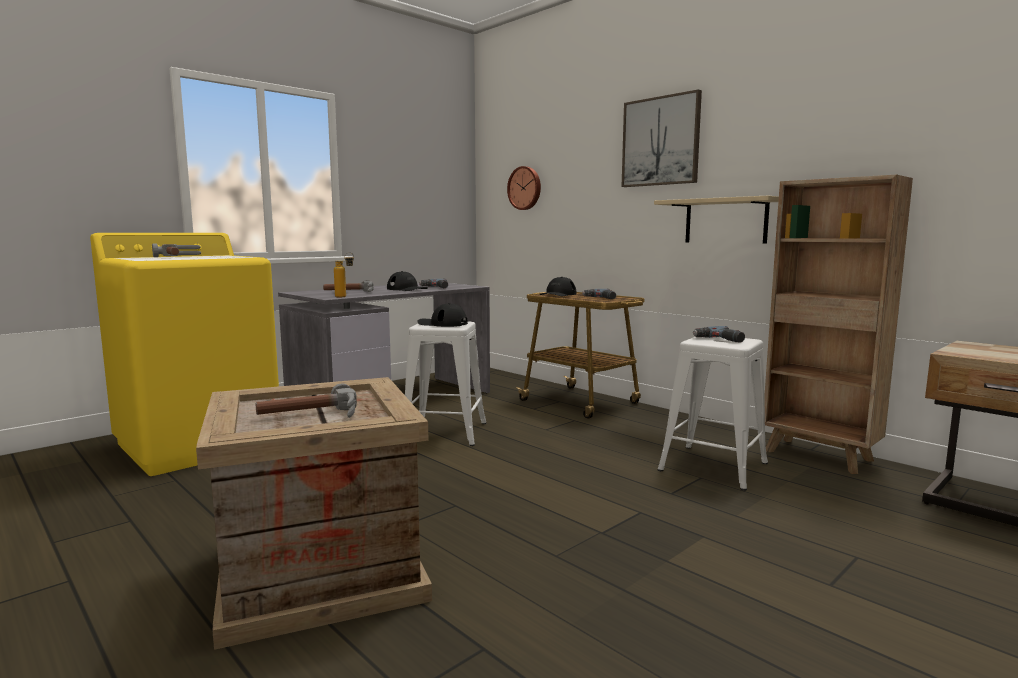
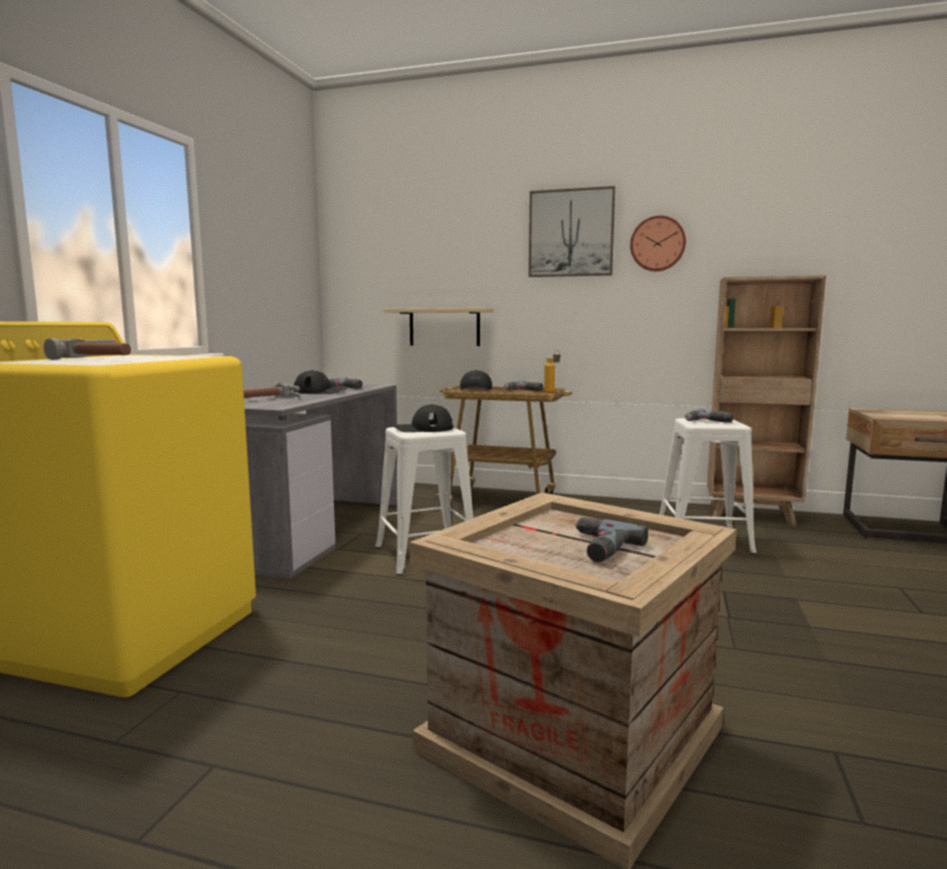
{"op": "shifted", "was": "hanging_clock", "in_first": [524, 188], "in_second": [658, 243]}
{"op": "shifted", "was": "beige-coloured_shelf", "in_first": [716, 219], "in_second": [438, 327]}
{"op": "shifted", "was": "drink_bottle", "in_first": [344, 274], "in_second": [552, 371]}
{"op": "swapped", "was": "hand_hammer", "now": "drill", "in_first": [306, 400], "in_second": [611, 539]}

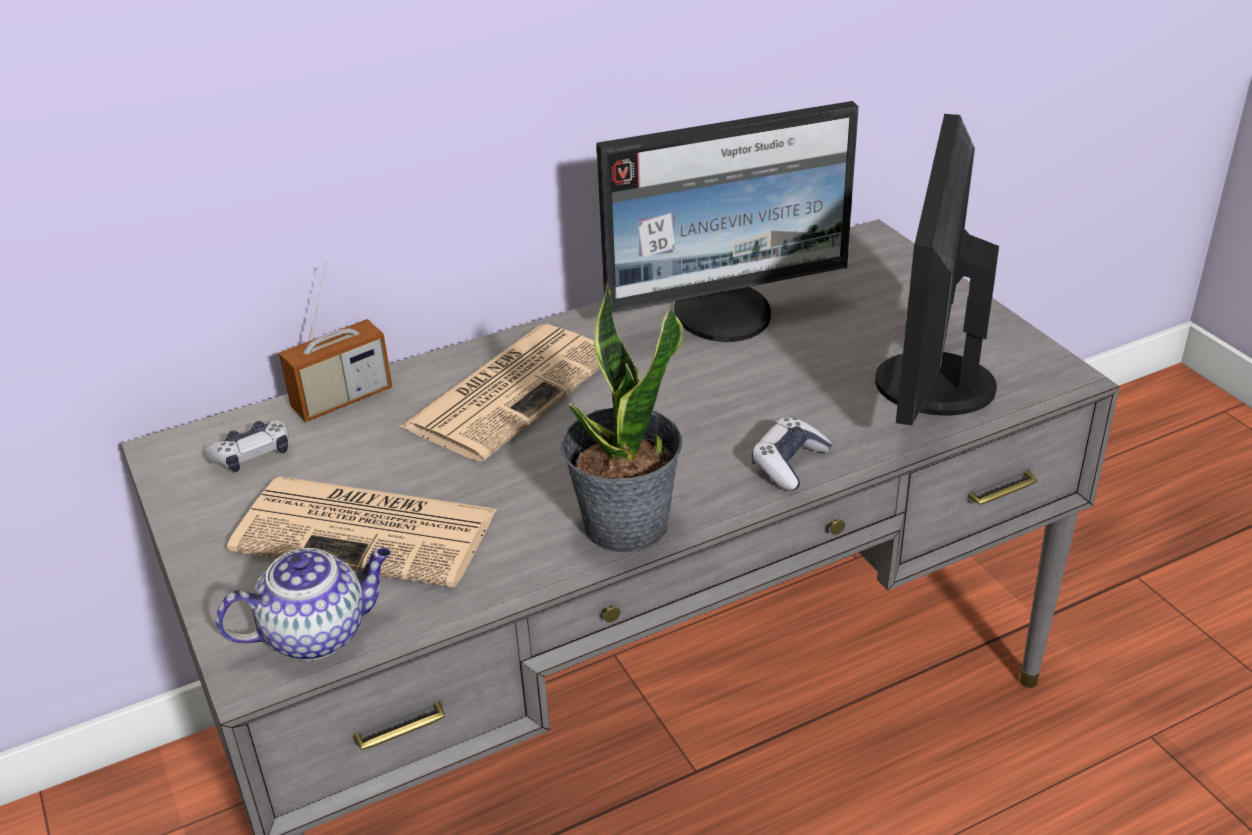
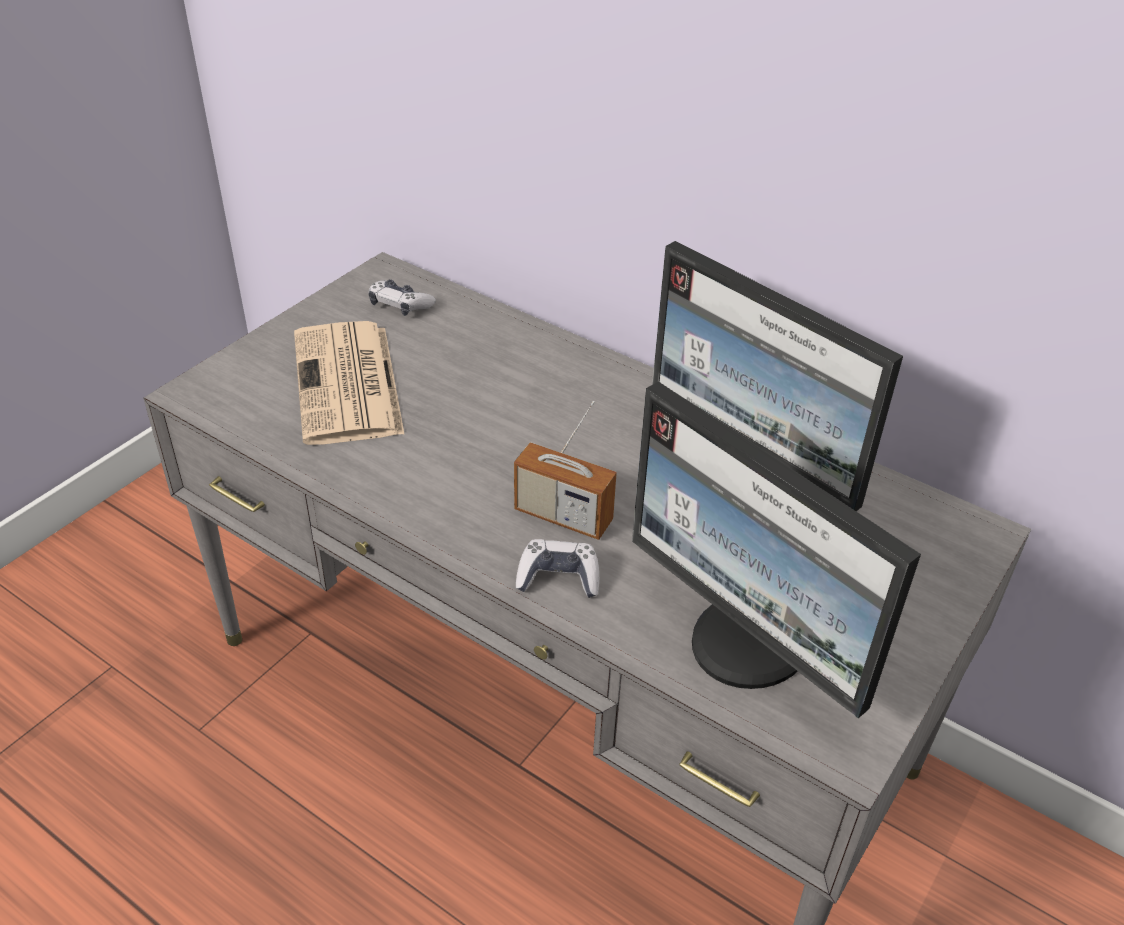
{"op": "rotated", "was": "computer_screen", "in_first": [937, 269], "in_second": [776, 549], "clockwise": -120}
{"op": "shifted", "was": "radio_set", "in_first": [335, 342], "in_second": [565, 470]}
{"op": "gone", "was": "plant_in_a_pot", "in_first": [622, 417]}
{"op": "gone", "was": "printed_paper", "in_first": [499, 393]}
{"op": "gone", "was": "teapot", "in_first": [303, 604]}

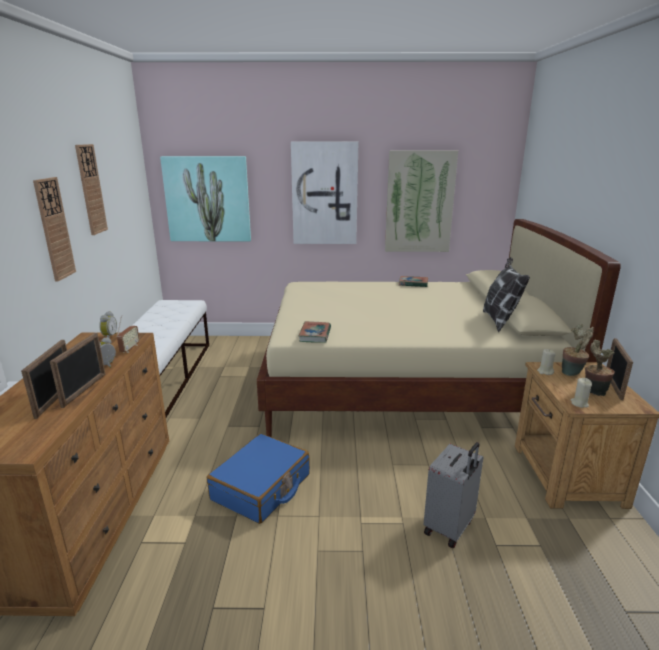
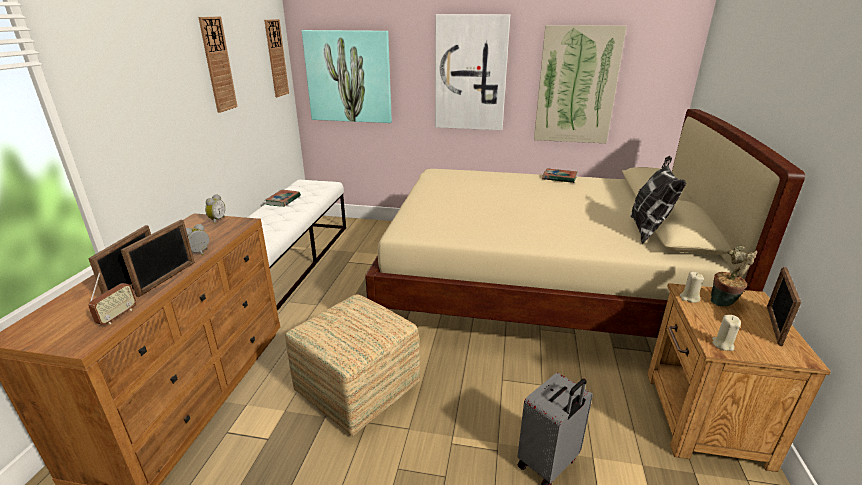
{"op": "shifted", "was": "hanging_clock", "in_first": [54, 229], "in_second": [276, 58]}
{"op": "shifted", "was": "radio_set", "in_first": [128, 334], "in_second": [112, 299]}
{"op": "shifted", "was": "volume", "in_first": [315, 332], "in_second": [283, 198]}
{"op": "gone", "was": "plant_in_a_pot", "in_first": [600, 368]}
{"op": "swapped", "was": "blue-coloured_piece_of_luggage", "now": "pouffe", "in_first": [258, 479], "in_second": [352, 365]}

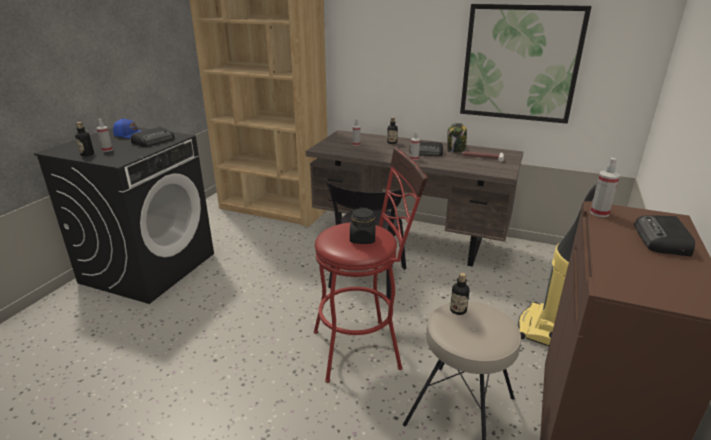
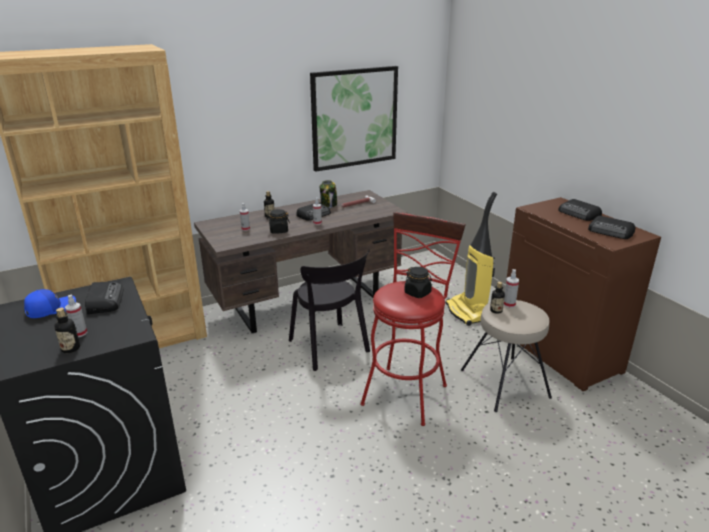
{"op": "shifted", "was": "spray_bottle", "in_first": [605, 187], "in_second": [511, 288]}
{"op": "new", "now": "black-coloured_jar", "in_second": [278, 221]}
{"op": "new", "now": "radio_set", "in_second": [611, 227]}

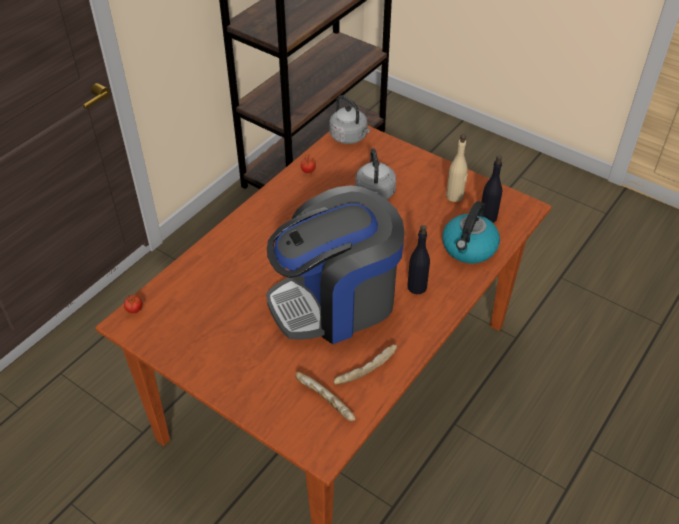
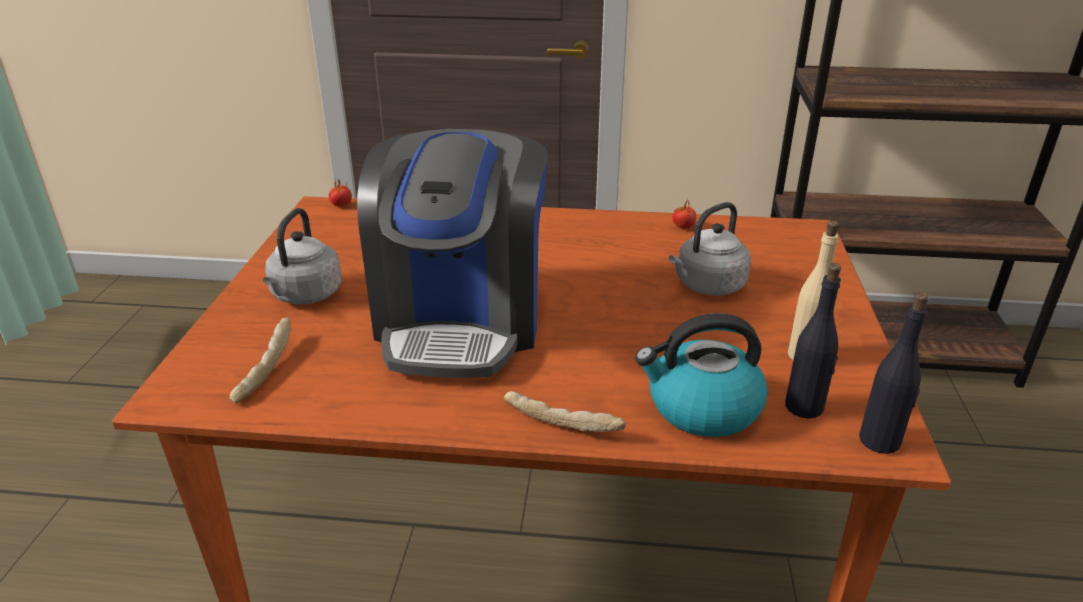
{"op": "shifted", "was": "gray_kettle", "in_first": [350, 119], "in_second": [302, 256]}
{"op": "rotated", "was": "coffee_brewer", "in_first": [335, 264], "in_second": [452, 253], "clockwise": -120}
{"op": "shifted", "was": "black-coloured_drink_bottle", "in_first": [418, 259], "in_second": [894, 373]}
{"op": "shifted", "was": "bakery_bread", "in_first": [365, 364], "in_second": [565, 411]}

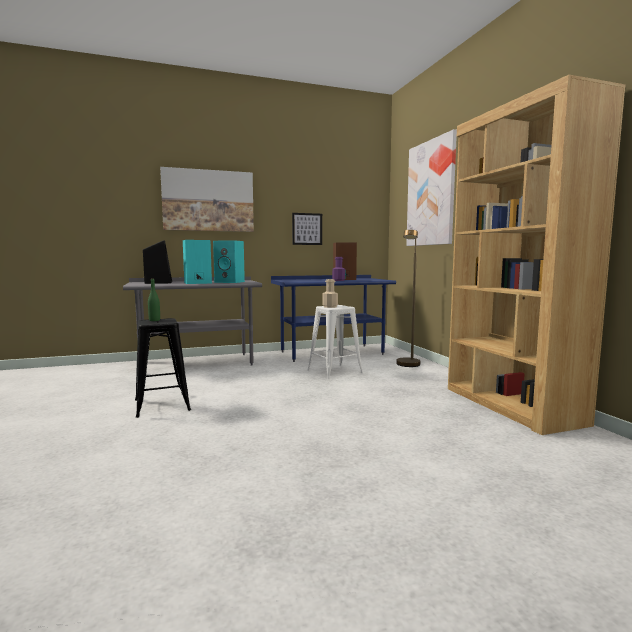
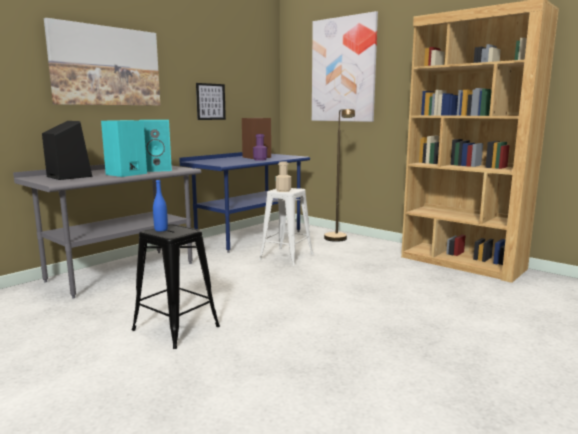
{"op": "repainted", "was": "green-coloured_drink_bottle", "now": "blue-coloured_drink_bottle", "in_first": [154, 299], "in_second": [160, 205]}

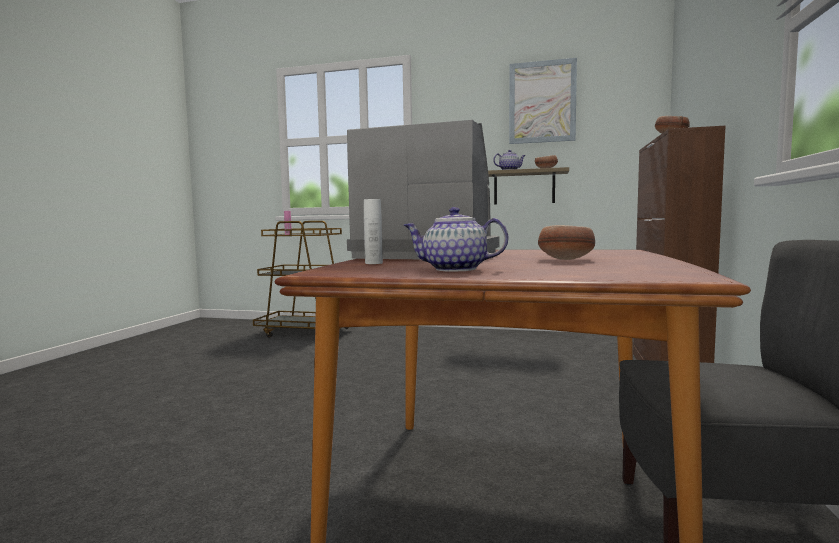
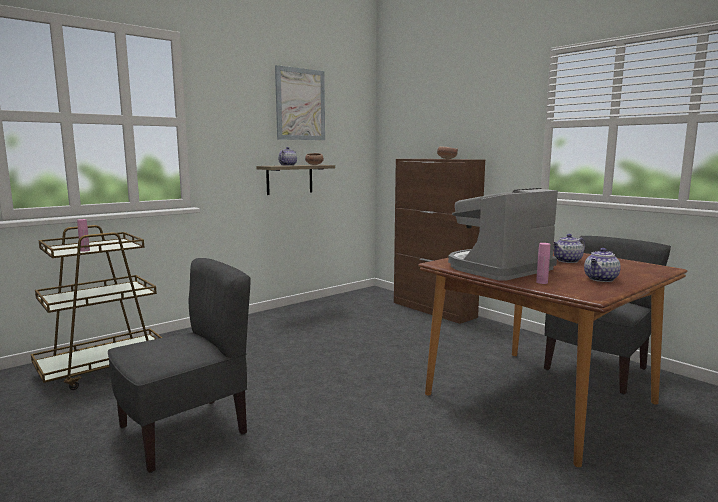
{"op": "repainted", "was": "whitish_drink_bottle", "now": "pink-coloured_drink_bottle", "in_first": [373, 231], "in_second": [543, 263]}
{"op": "swapped", "was": "bowl", "now": "teapot", "in_first": [566, 242], "in_second": [569, 248]}
{"op": "new", "now": "gray_plain_chair", "in_second": [179, 365]}

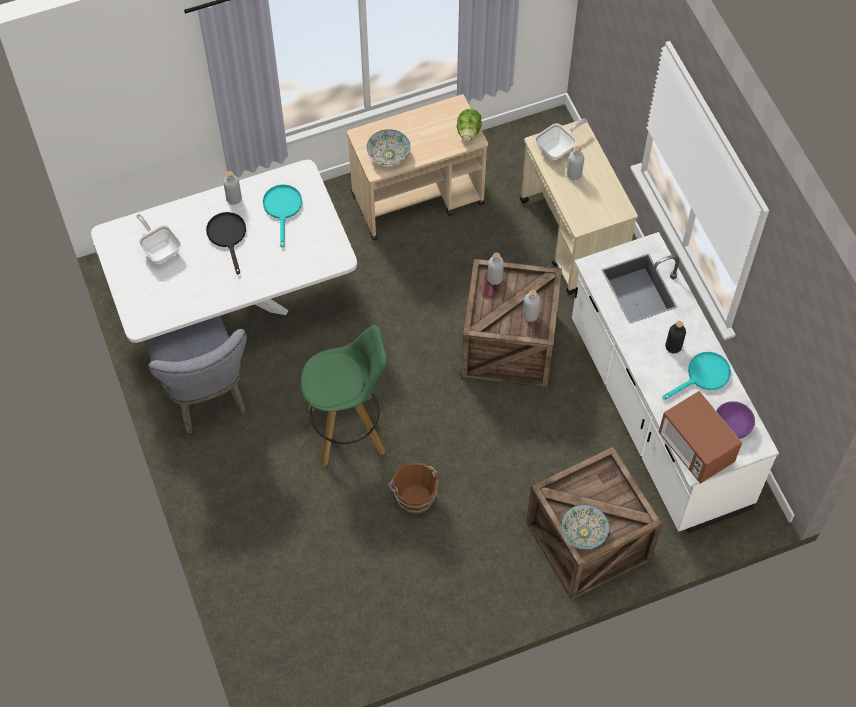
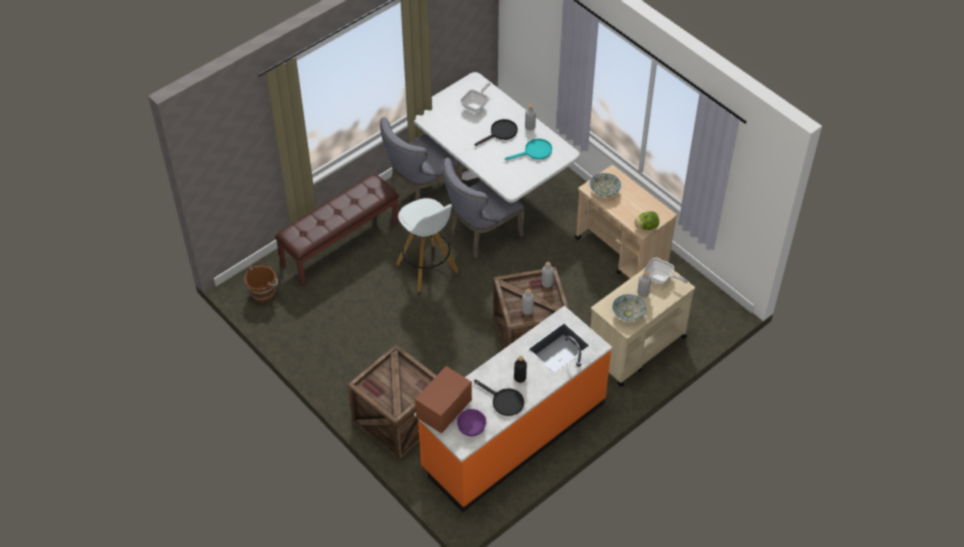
{"op": "repainted", "was": "whitish_kitchen_counter", "now": "orange_kitchen_counter", "in_first": [675, 382], "in_second": [513, 409]}
{"op": "repainted", "was": "green-coloured_stool_seat", "now": "whitish_stool_seat", "in_first": [344, 396], "in_second": [427, 245]}
{"op": "repainted", "was": "turquoise_frying_pan", "now": "black-coloured_frying_pan", "in_first": [696, 376], "in_second": [499, 398]}
{"op": "shifted", "was": "brown_water_bucket", "in_first": [413, 488], "in_second": [261, 284]}
{"op": "shifted", "was": "bowl", "in_first": [585, 526], "in_second": [629, 307]}
{"op": "new", "now": "gray_plain_chair", "in_second": [484, 208]}
{"op": "new", "now": "brown_indoor_bench", "in_second": [337, 230]}

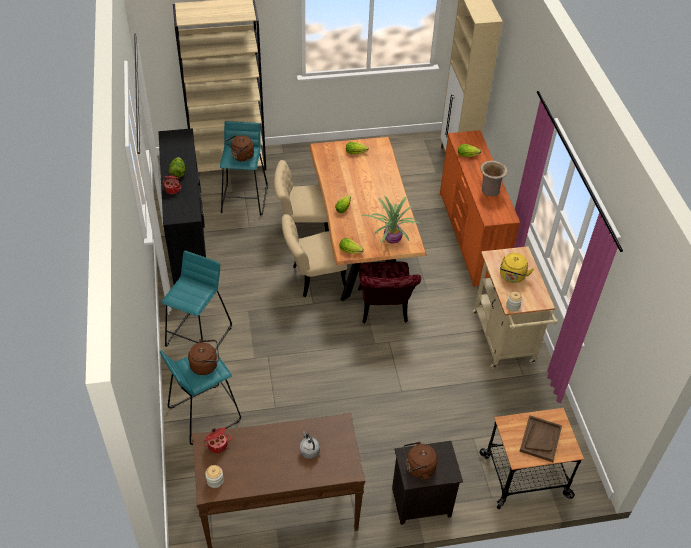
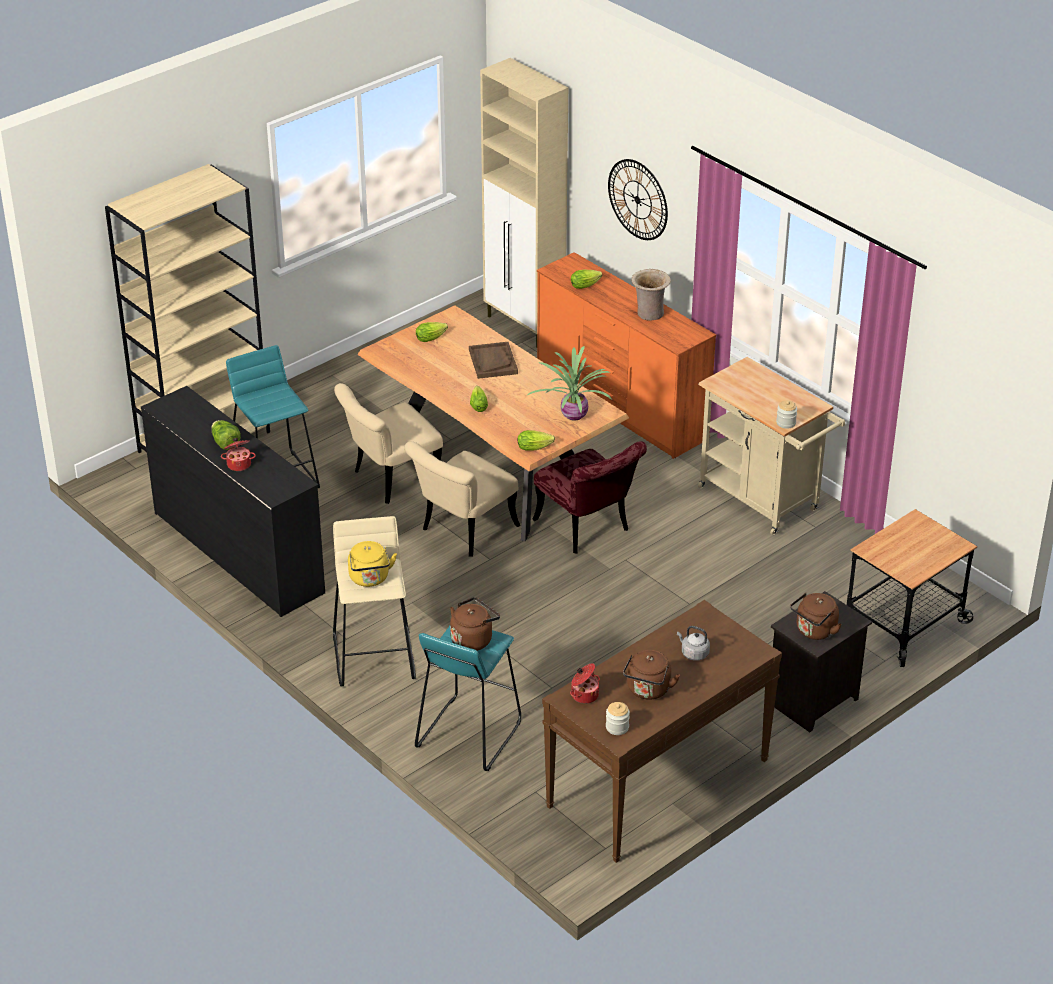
{"op": "shifted", "was": "brown_kettle", "in_first": [240, 148], "in_second": [651, 675]}
{"op": "repainted", "was": "turquoise_stool_seat", "now": "beige-coloured_stool_seat", "in_first": [196, 300], "in_second": [374, 601]}
{"op": "shifted", "was": "yellow_kettle", "in_first": [517, 268], "in_second": [372, 564]}
{"op": "shifted", "was": "brown_carrying_tray", "in_first": [540, 438], "in_second": [493, 360]}
{"op": "new", "now": "hanging_clock", "in_second": [638, 199]}

